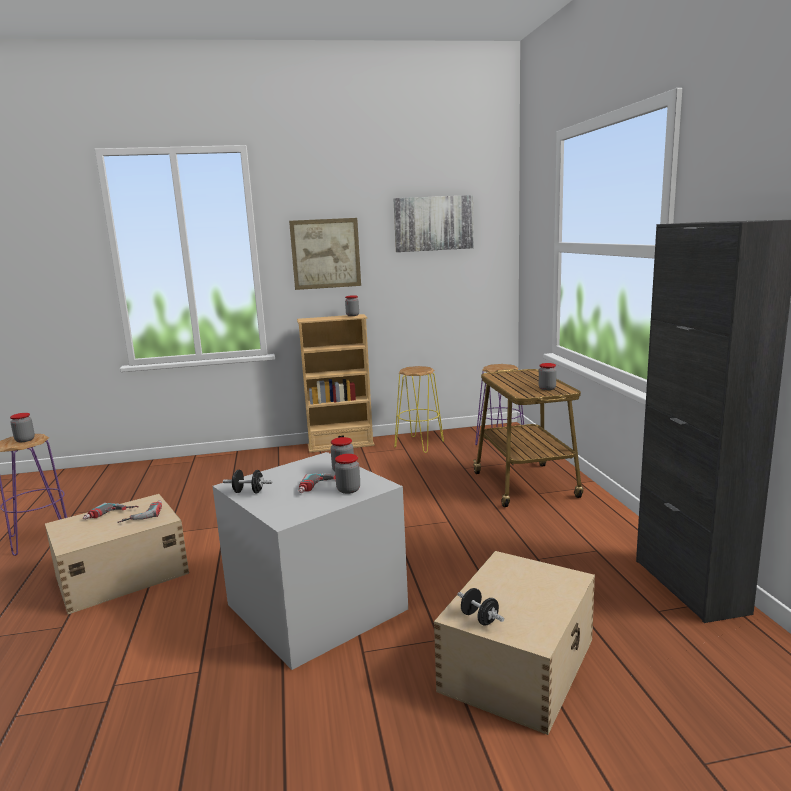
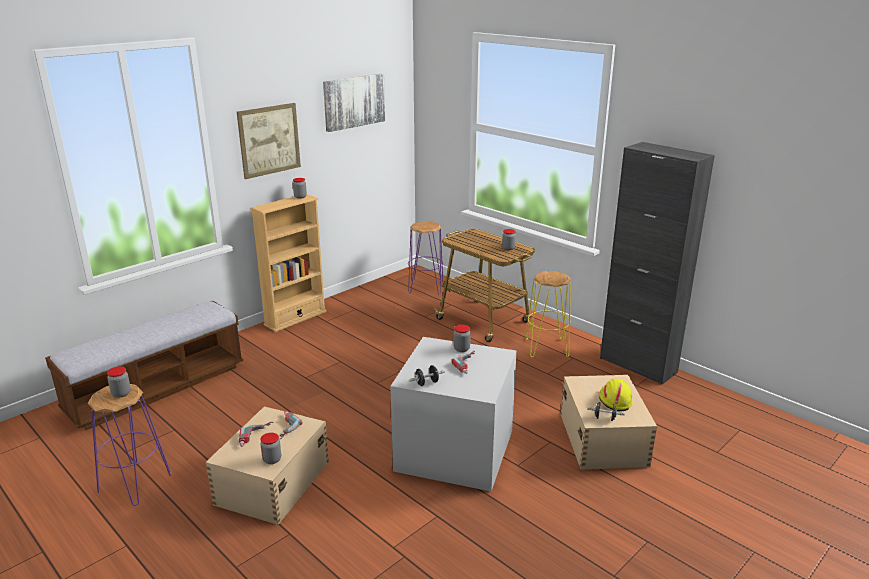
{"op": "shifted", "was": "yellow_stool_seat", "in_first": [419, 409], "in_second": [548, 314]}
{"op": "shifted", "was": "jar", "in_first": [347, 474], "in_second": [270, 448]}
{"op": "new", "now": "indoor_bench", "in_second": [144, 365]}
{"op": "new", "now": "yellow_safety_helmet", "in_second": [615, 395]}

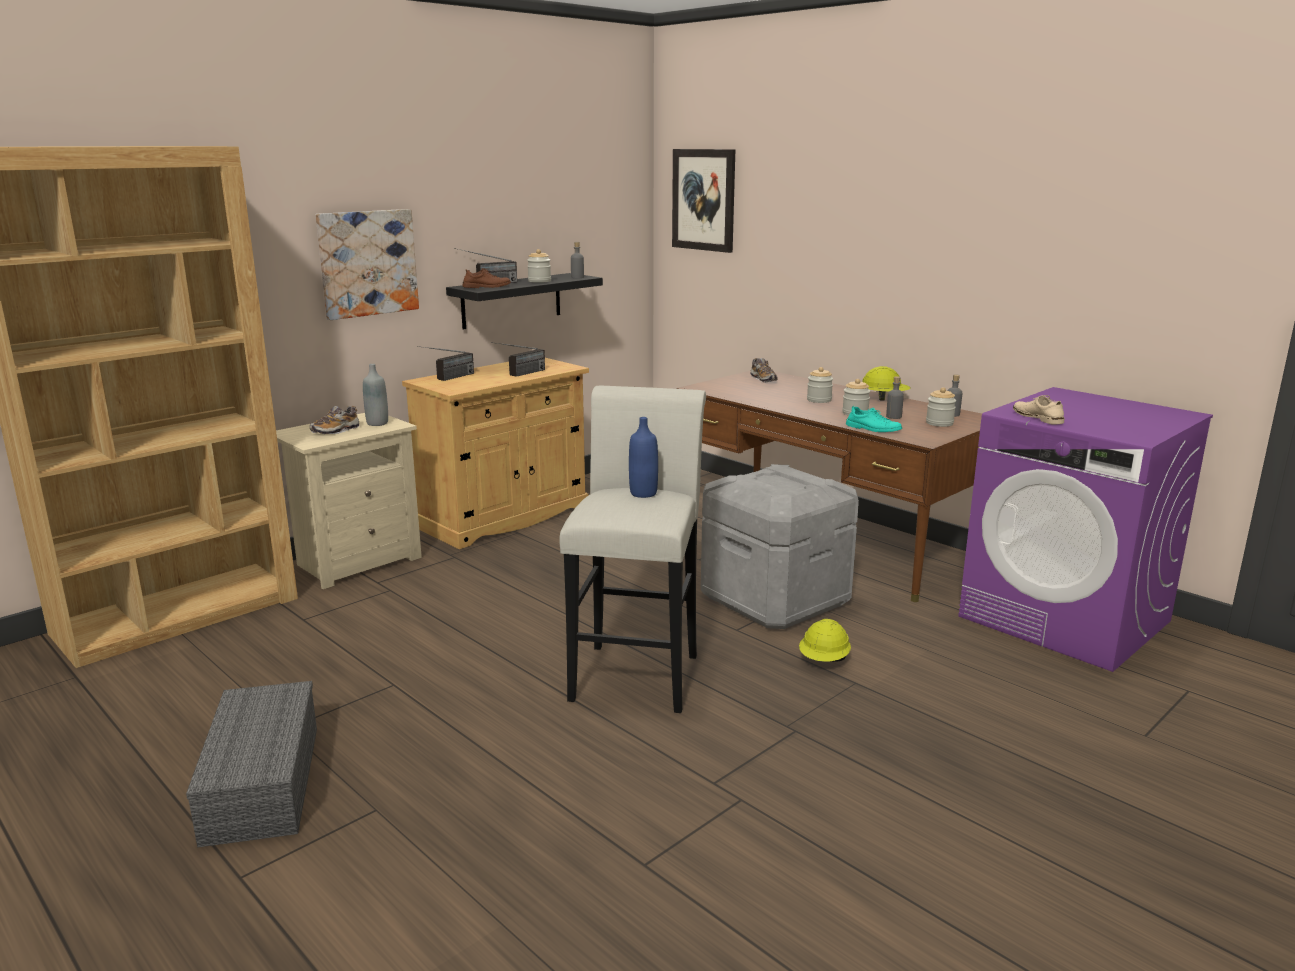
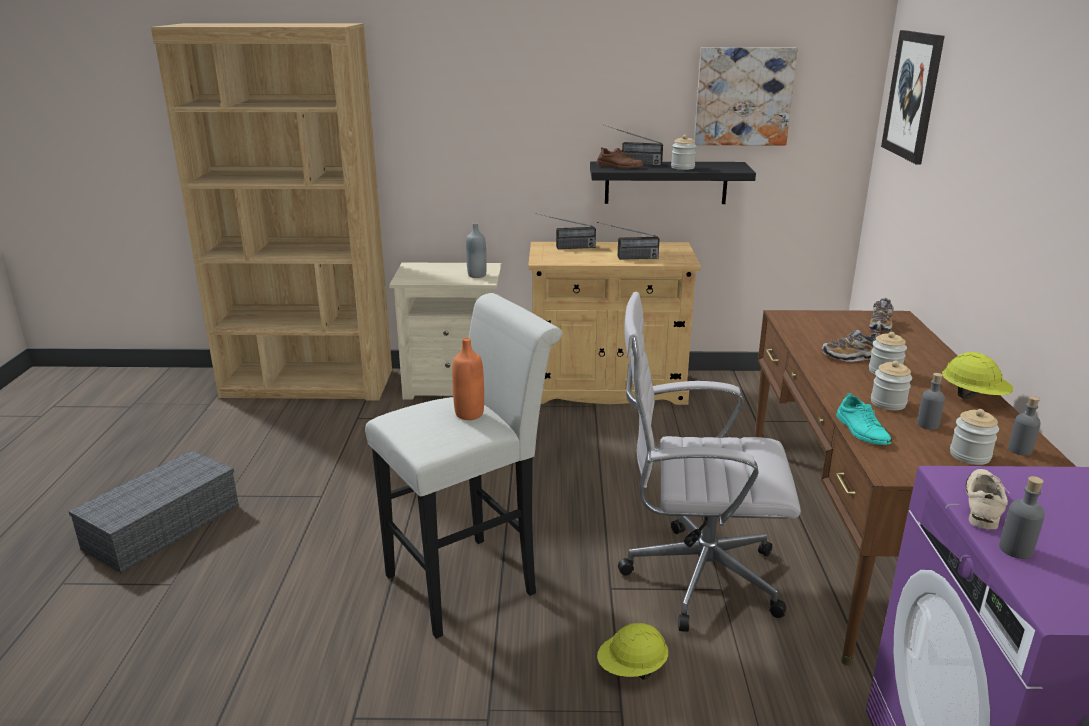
{"op": "shifted", "was": "wall_picture", "in_first": [367, 264], "in_second": [745, 96]}
{"op": "shifted", "was": "gray_drink_bottle", "in_first": [577, 260], "in_second": [1022, 517]}
{"op": "shifted", "was": "low_shoe", "in_first": [335, 420], "in_second": [851, 345]}
{"op": "repainted", "was": "blue-coloured_drink_bottle", "now": "orange_drink_bottle", "in_first": [643, 457], "in_second": [468, 379]}
{"op": "swapped", "was": "gray_storage_container", "now": "whitish_office_chair", "in_first": [780, 546], "in_second": [709, 462]}

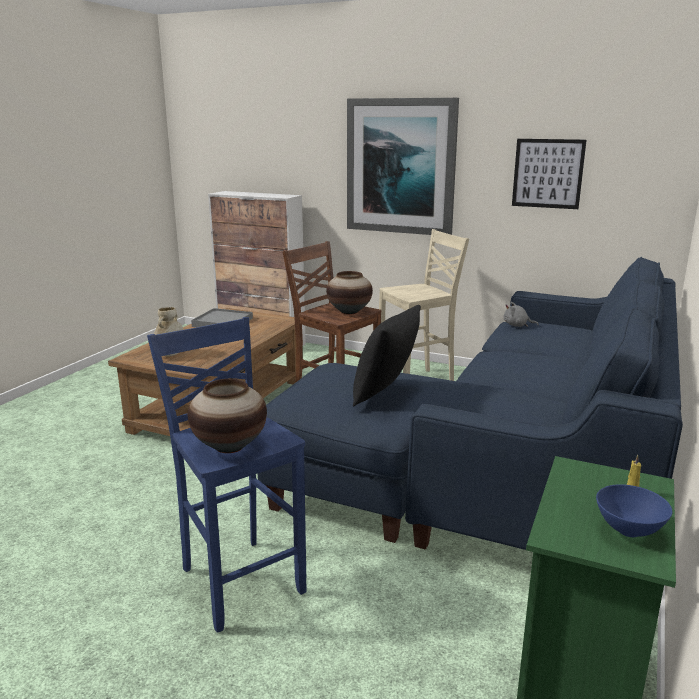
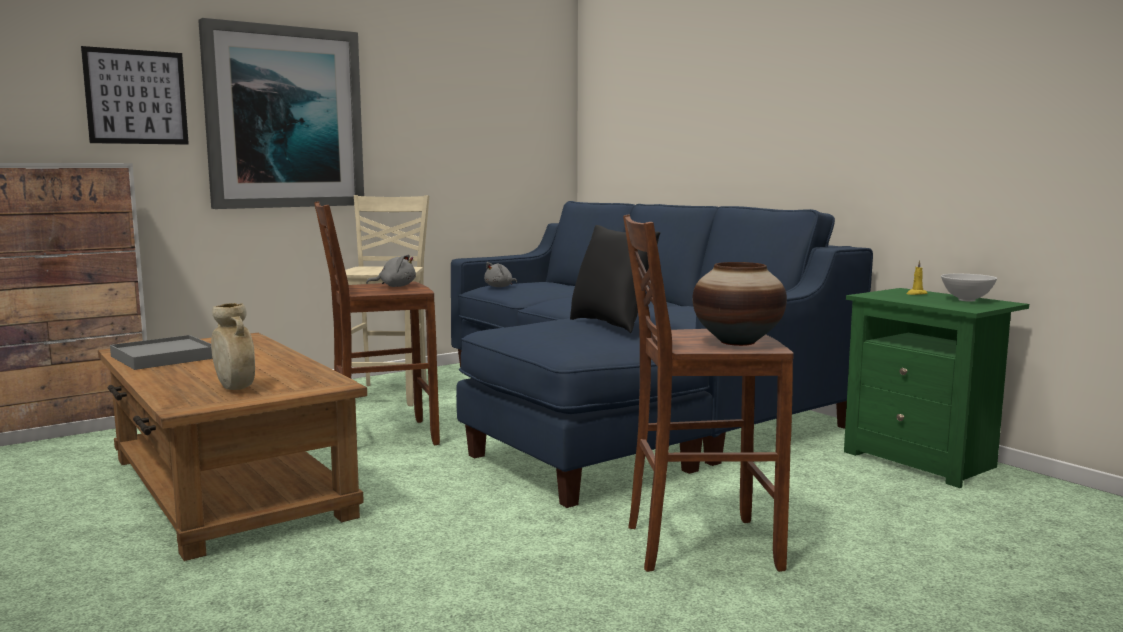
{"op": "shifted", "was": "wall_picture", "in_first": [549, 174], "in_second": [135, 95]}
{"op": "swapped", "was": "flower_vase", "now": "gray_soft_toy", "in_first": [349, 292], "in_second": [391, 270]}
{"op": "repainted", "was": "blue-coloured_stool_seat", "now": "brown_stool_seat", "in_first": [227, 475], "in_second": [708, 393]}
{"op": "repainted", "was": "blue-coloured_bowl", "now": "whitish_bowl", "in_first": [634, 510], "in_second": [969, 288]}

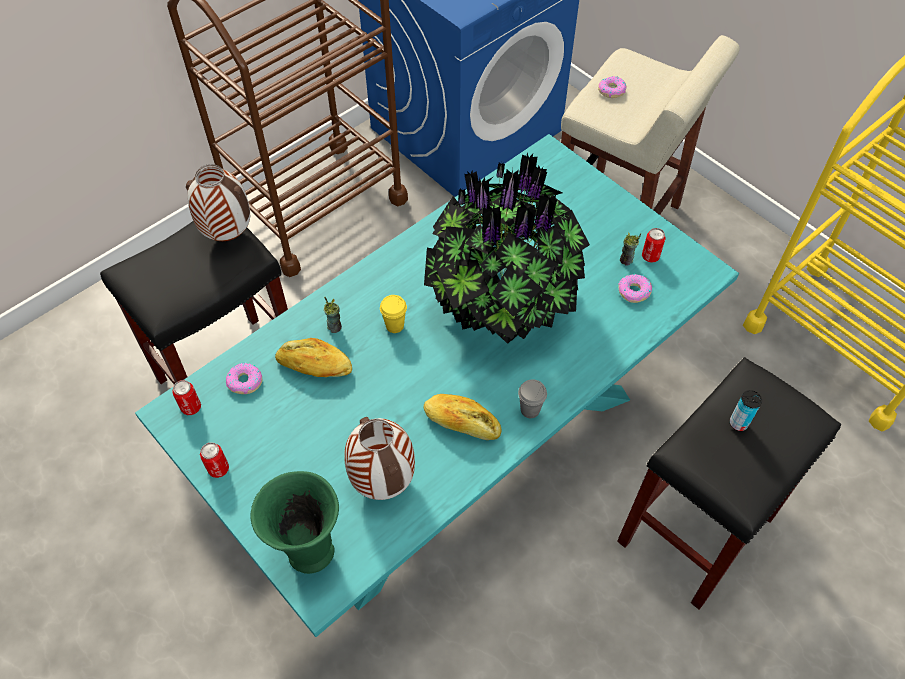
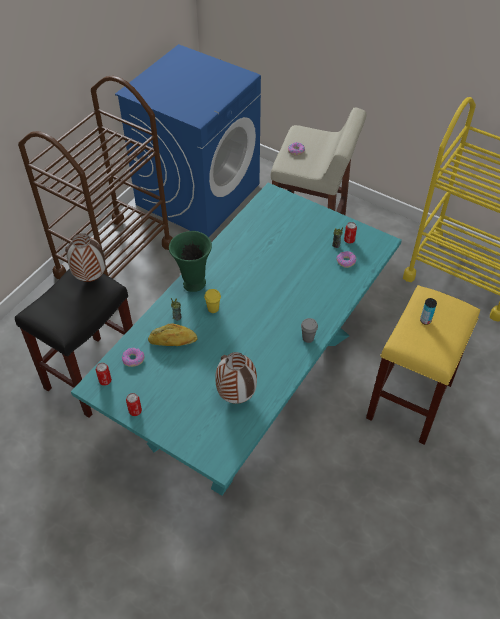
{"op": "gone", "was": "plant_in_a_pot", "in_first": [507, 248]}
{"op": "repainted", "was": "black-coloured_stool_seat", "now": "yellow_stool_seat", "in_first": [729, 483], "in_second": [423, 365]}
{"op": "gone", "was": "bakery_bread", "in_first": [462, 417]}
{"op": "shifted", "was": "green-coloured_flower_vase", "in_first": [294, 522], "in_second": [190, 261]}

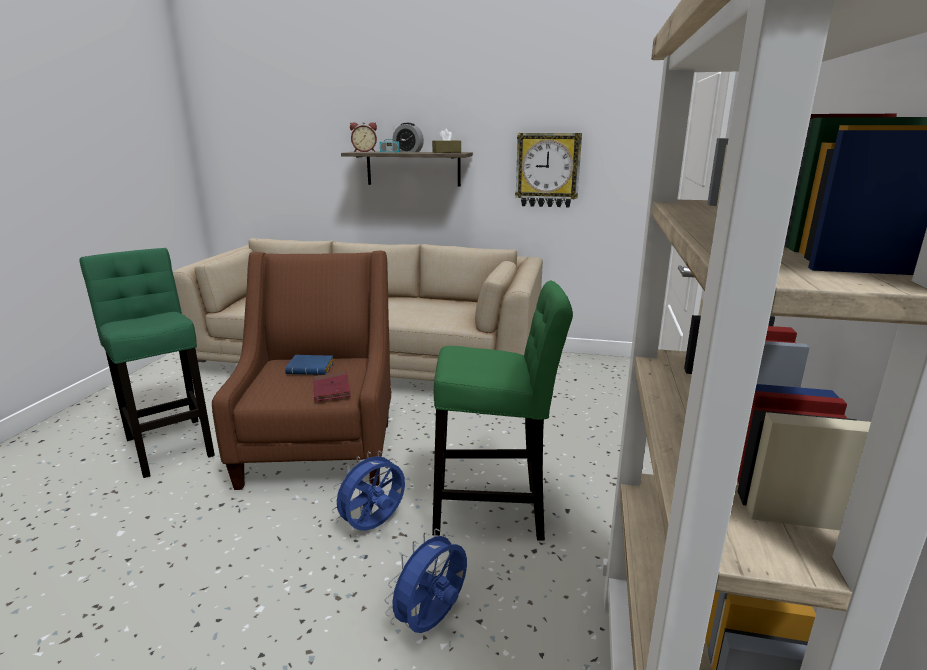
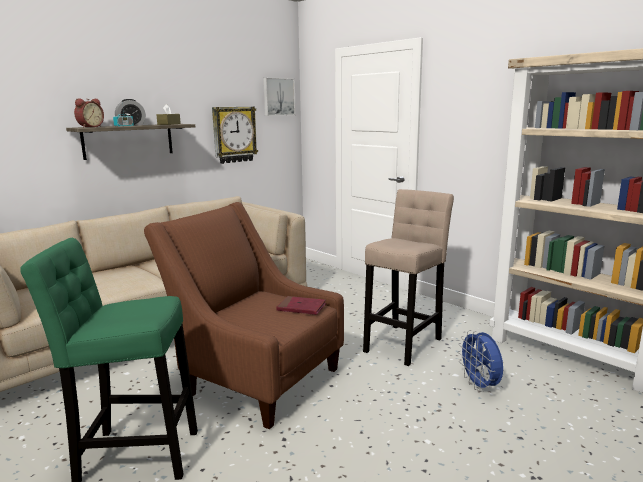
{"op": "repainted", "was": "green-coloured_stool_seat", "now": "beige-coloured_stool_seat", "in_first": [502, 411], "in_second": [408, 277]}
{"op": "gone", "was": "blue-coloured_volume", "in_first": [309, 365]}
{"op": "gone", "was": "blue-coloured_fan", "in_first": [367, 490]}
{"op": "new", "now": "wall_picture", "in_second": [279, 97]}

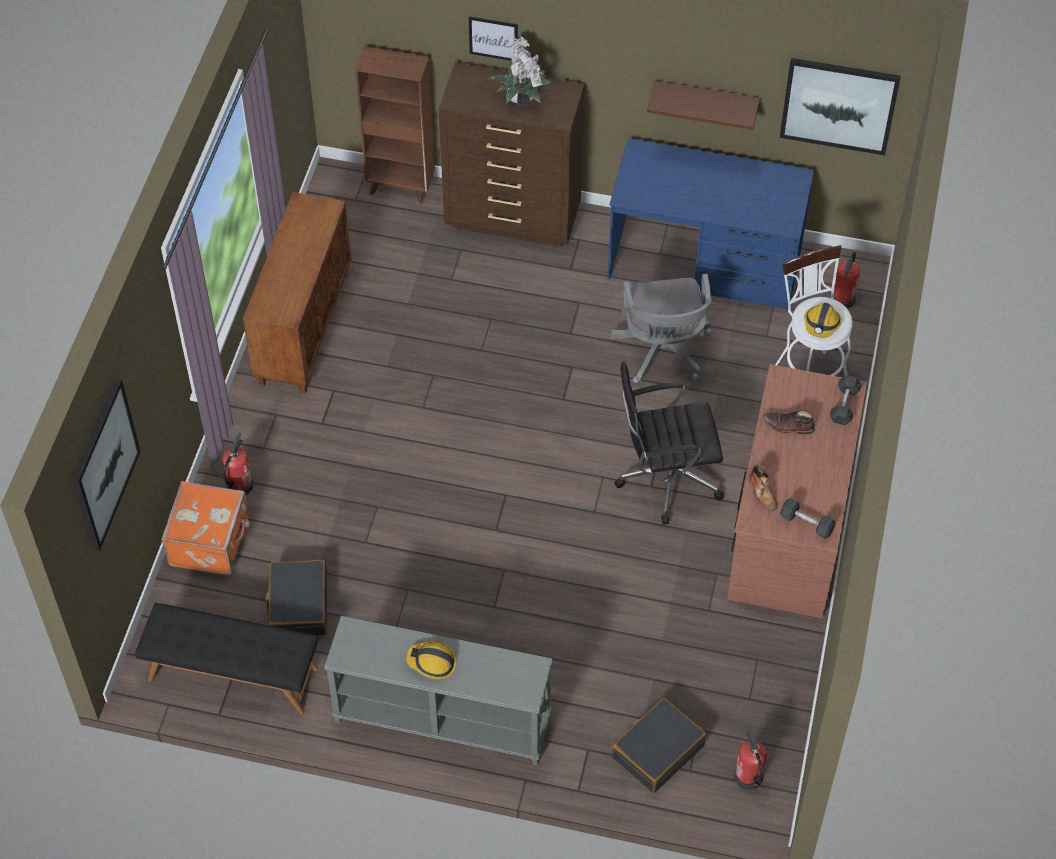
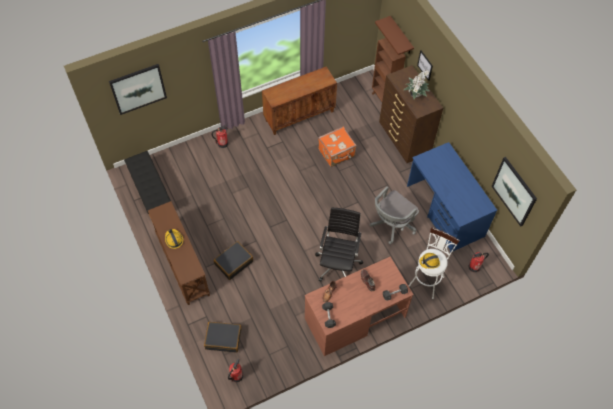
{"op": "shifted", "was": "brown_shelf", "in_first": [703, 105], "in_second": [394, 35]}
{"op": "rotated", "was": "black-coloured_office_chair", "in_first": [669, 443], "in_second": [339, 245], "clockwise": 60}
{"op": "shifted", "was": "orange_piece_of_luggage", "in_first": [206, 528], "in_second": [337, 147]}
{"op": "shifted", "was": "black-coloured_piece_of_luggage", "in_first": [296, 597], "in_second": [233, 260]}
{"op": "repainted", "was": "gray_narrow_table", "now": "brown_narrow_table", "in_first": [438, 690], "in_second": [179, 253]}

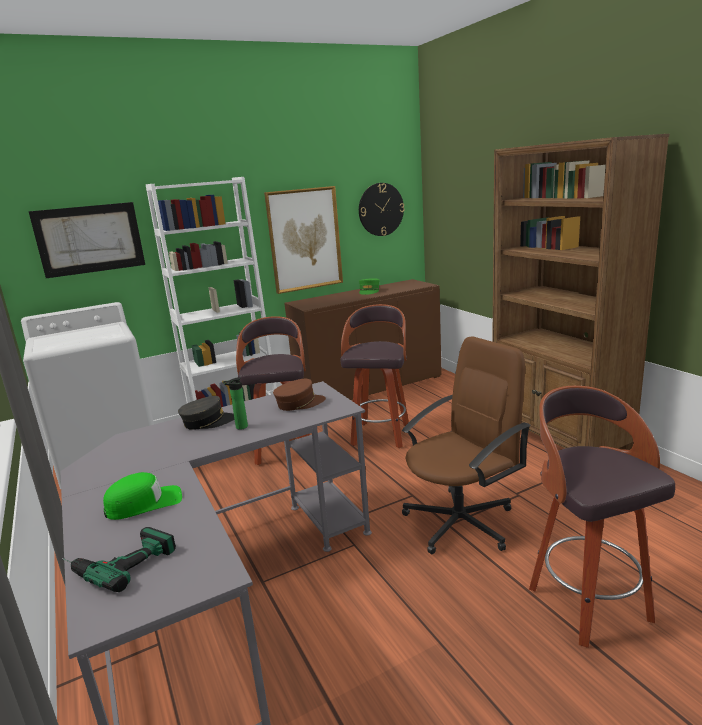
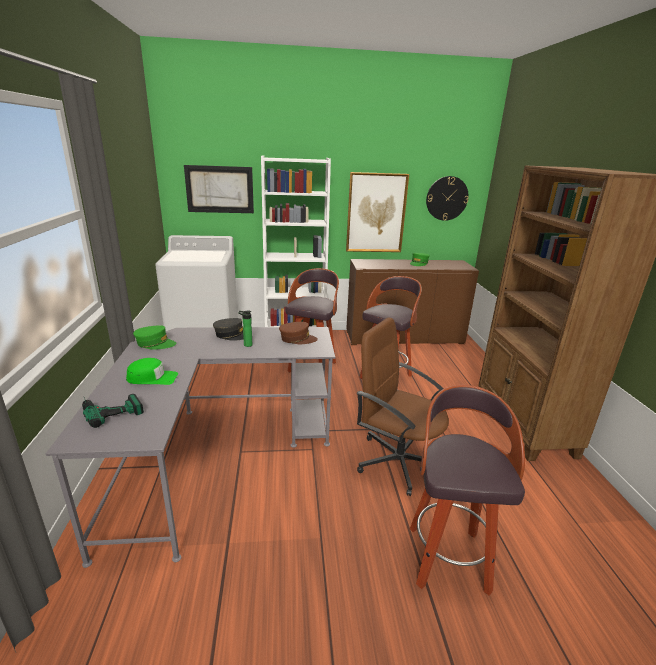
{"op": "rotated", "was": "brown_office_chair", "in_first": [466, 445], "in_second": [402, 407], "clockwise": -135}
{"op": "new", "now": "green-coloured_baseball_cap", "in_second": [154, 337]}

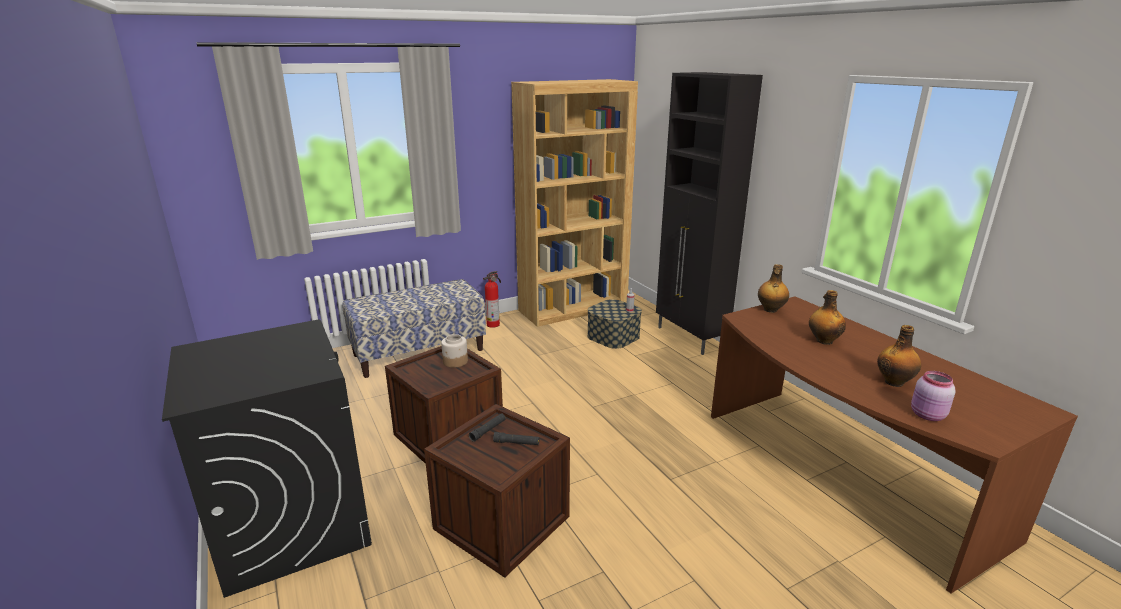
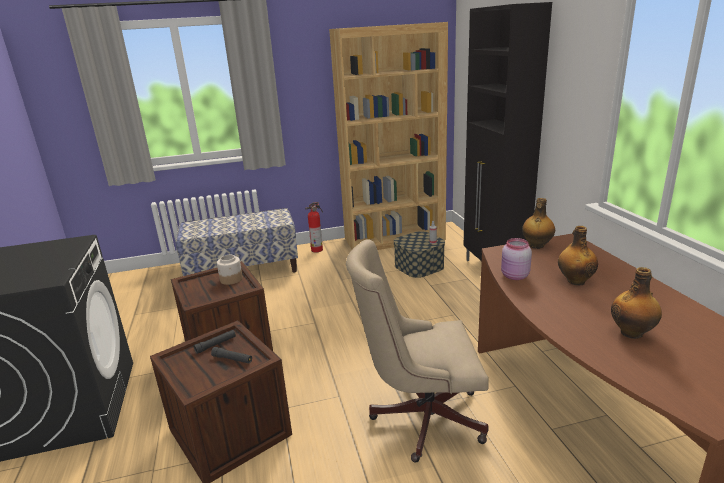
{"op": "shifted", "was": "pink-coloured_jar", "in_first": [933, 396], "in_second": [516, 259]}
{"op": "new", "now": "beige-coloured_office_chair", "in_second": [417, 351]}

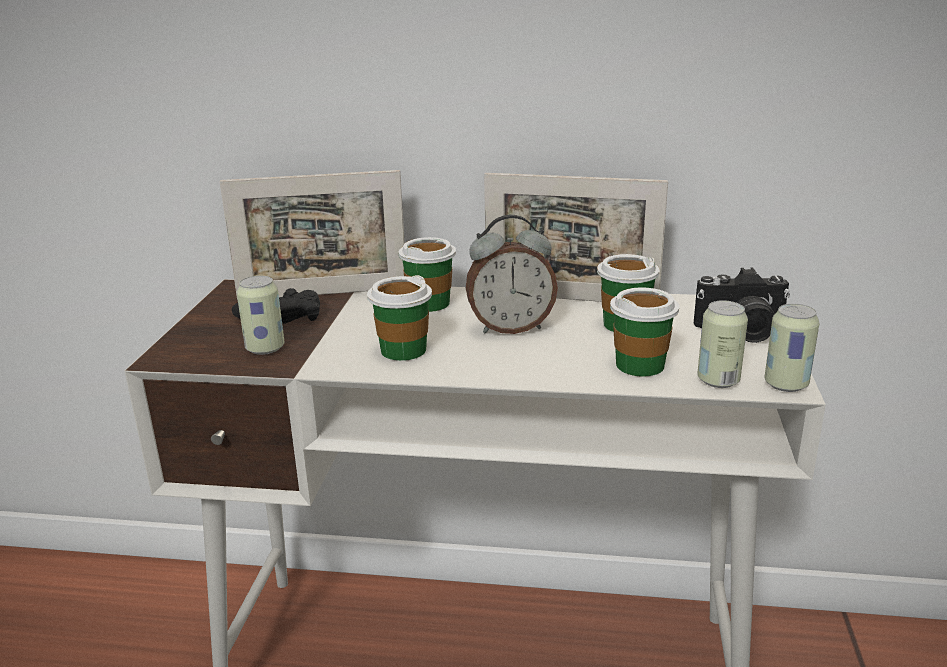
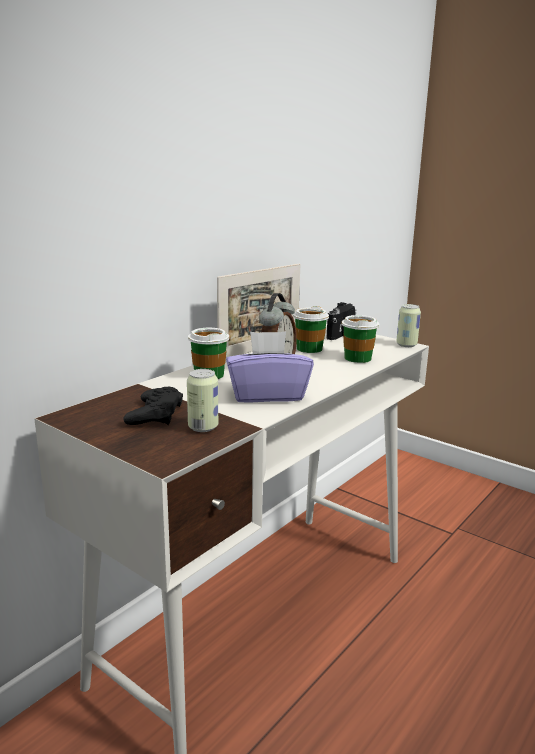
{"op": "gone", "was": "standing_frame", "in_first": [312, 235]}
{"op": "swapped", "was": "small_cup", "now": "purple-coloured_box_of_tissues", "in_first": [399, 318], "in_second": [270, 367]}
{"op": "gone", "was": "can", "in_first": [722, 344]}

